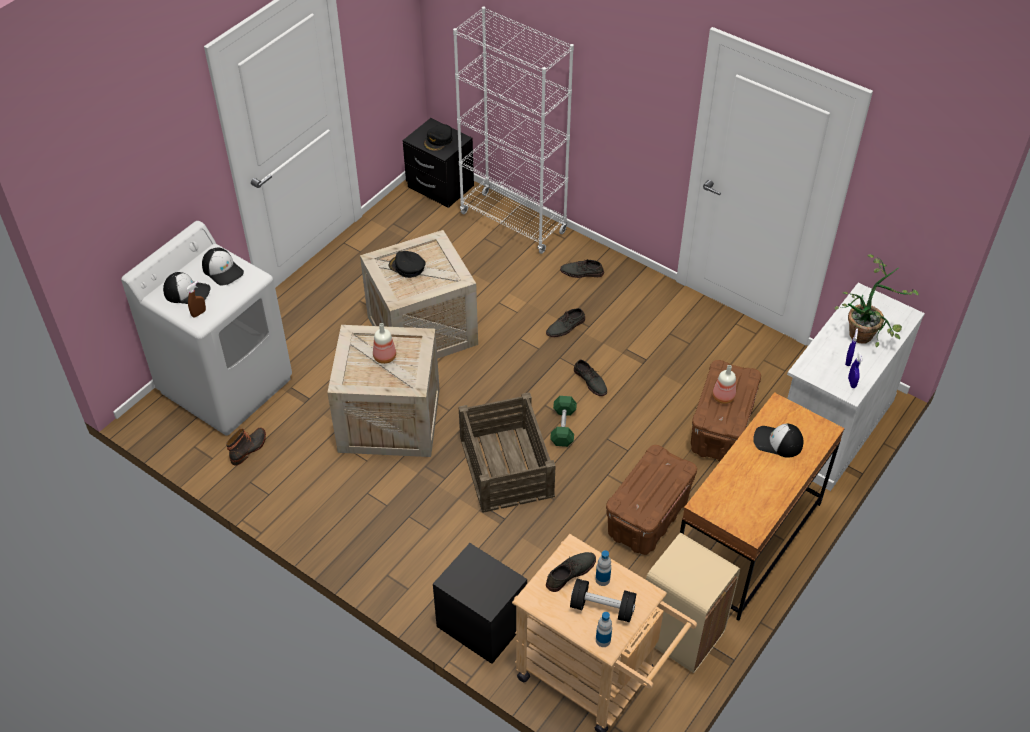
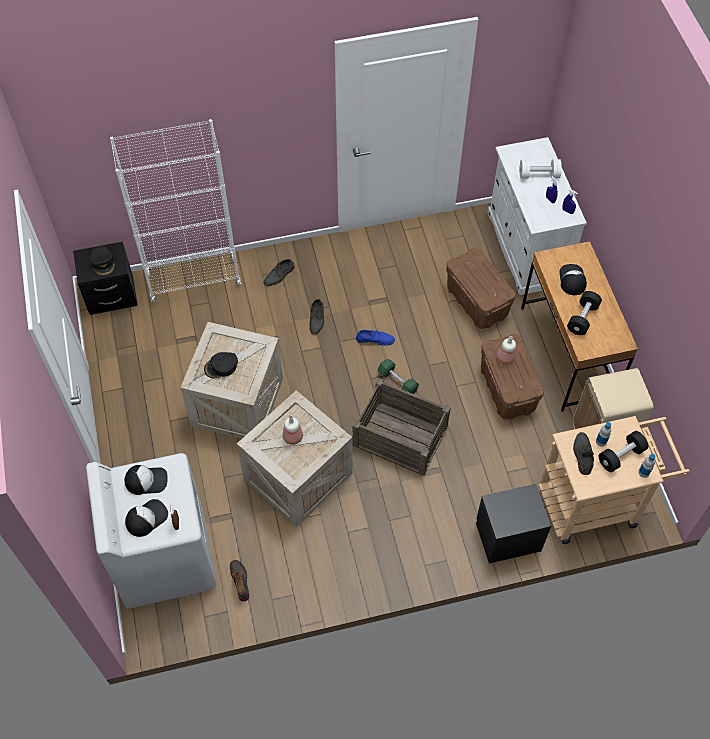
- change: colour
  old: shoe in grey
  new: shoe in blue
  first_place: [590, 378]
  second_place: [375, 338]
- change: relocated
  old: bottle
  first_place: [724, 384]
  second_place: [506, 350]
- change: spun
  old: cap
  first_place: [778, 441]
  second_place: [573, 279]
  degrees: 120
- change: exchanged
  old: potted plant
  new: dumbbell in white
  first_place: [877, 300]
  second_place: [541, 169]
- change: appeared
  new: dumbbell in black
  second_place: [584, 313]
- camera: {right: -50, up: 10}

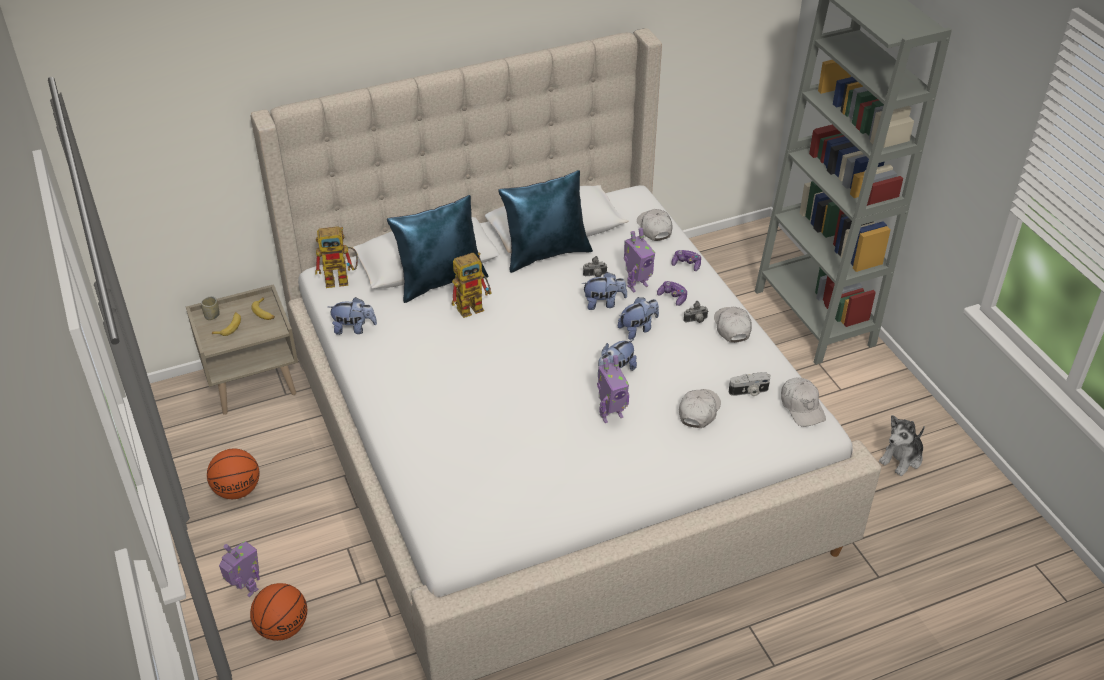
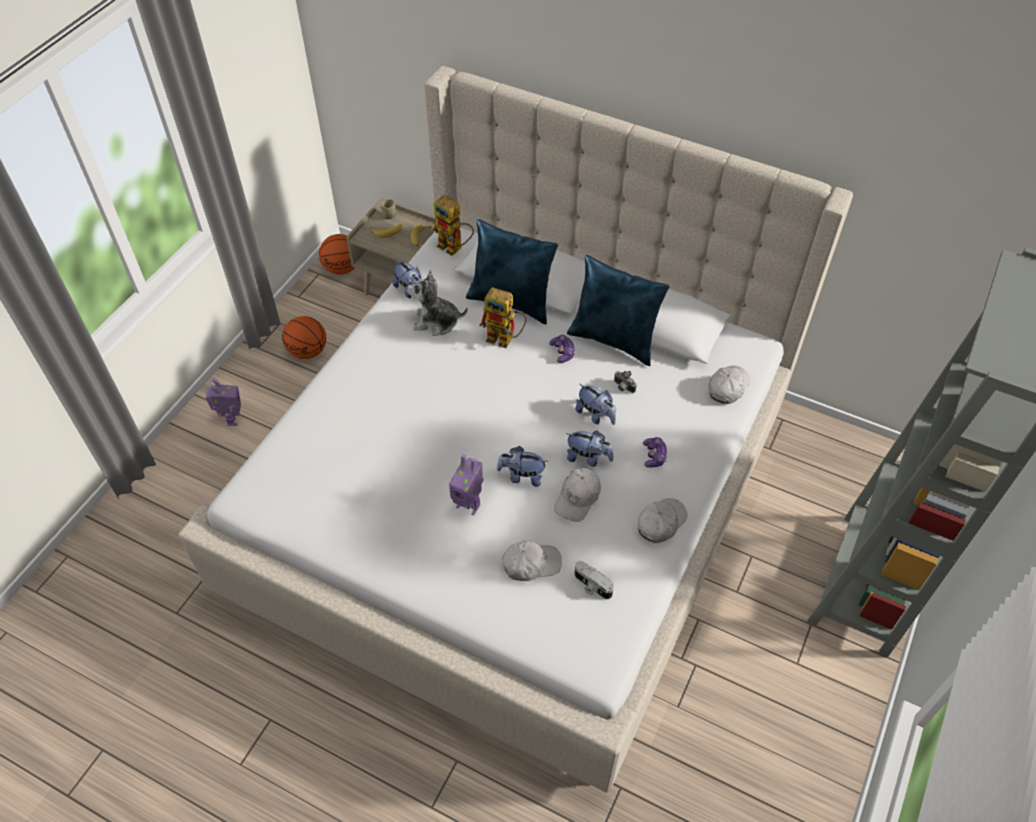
- change: relocated
  old: basketball
  first_place: [278, 612]
  second_place: [337, 254]
- change: missing
  old: toy robot
  first_place: [639, 260]
- change: relocated
  old: game controller
  first_place: [686, 260]
  second_place: [562, 349]
- change: missing
  old: photo camera
  first_place: [696, 312]
- change: relocated
  old: cap in white
  first_place: [803, 402]
  second_place: [577, 495]
- change: relocated
  old: plush toy
  first_place: [902, 445]
  second_place: [437, 303]
- camera: {right: 50, up: 10}

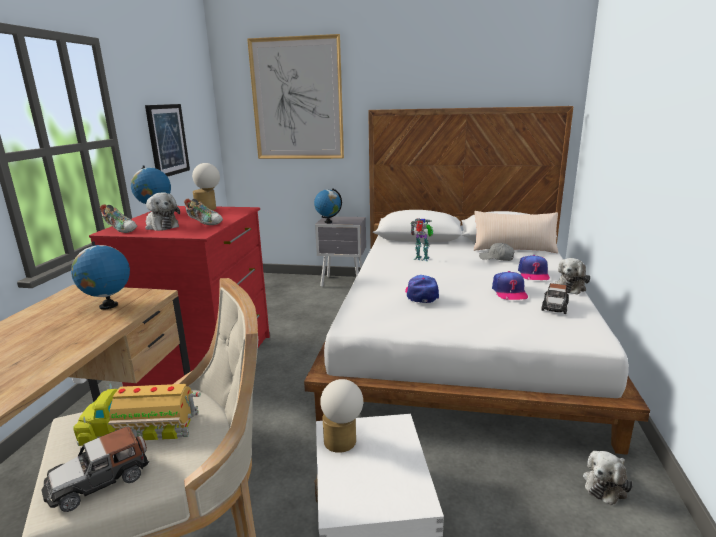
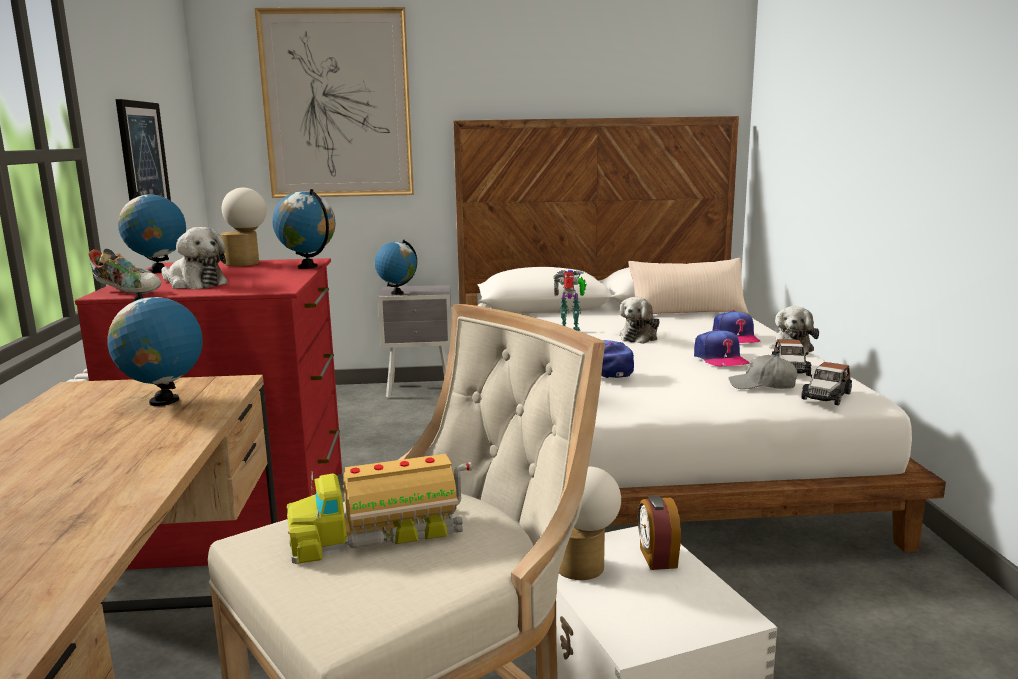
- change: relocated
  old: toy car
  first_place: [95, 469]
  second_place: [826, 384]
- change: missing
  old: shoe
  first_place: [203, 212]
- change: relocated
  old: cap in grey
  first_place: [497, 252]
  second_place: [762, 372]
- change: relocated
  old: plush toy
  first_place: [608, 478]
  second_place: [639, 320]
- change: appeared
  new: globe
  second_place: [304, 229]
- change: appeared
  new: alarm clock
  second_place: [659, 532]
- camera: {right: -15, up: -5}

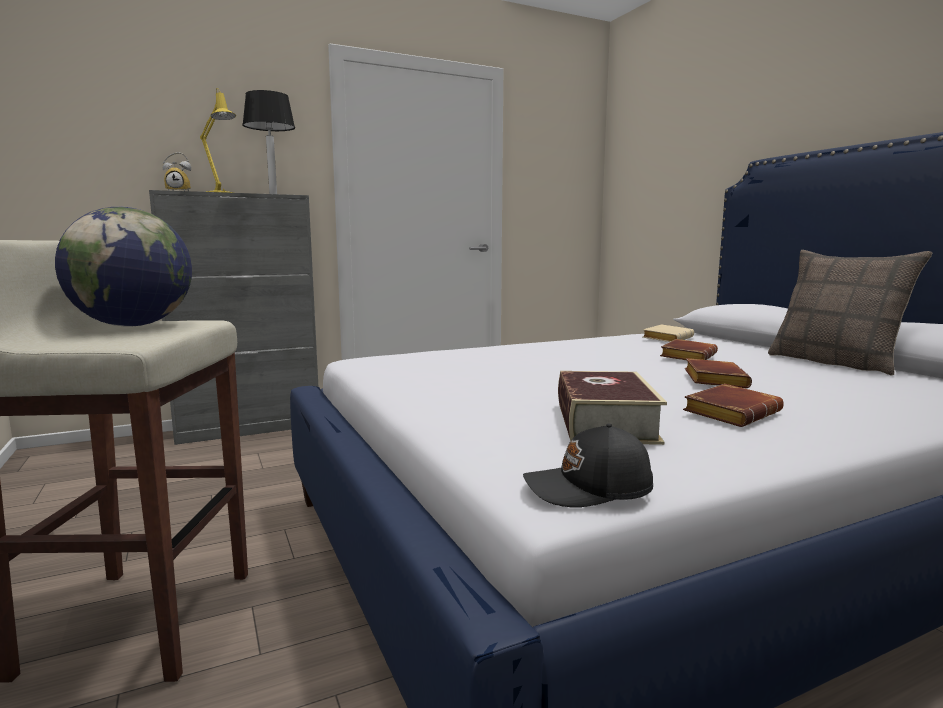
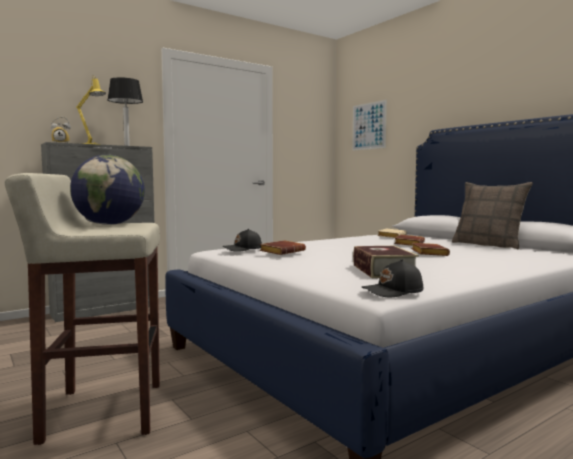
- change: relocated
  old: book in brown
  first_place: [733, 405]
  second_place: [283, 247]
- change: appeared
  new: cap in black
  second_place: [242, 240]
- change: appeared
  new: picture
  second_place: [369, 125]
- camera: {right: -10, up: -5}

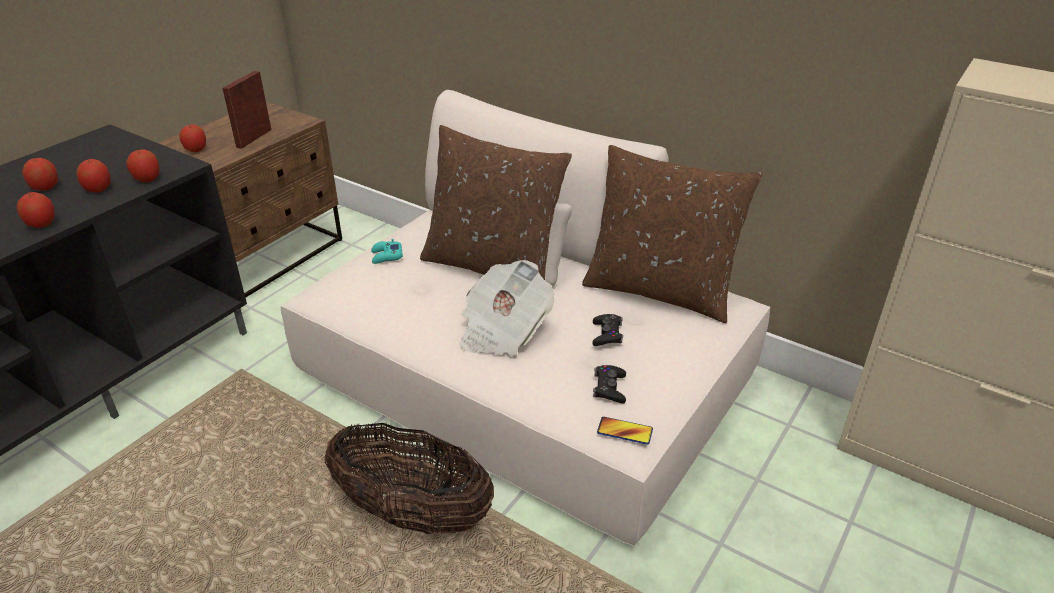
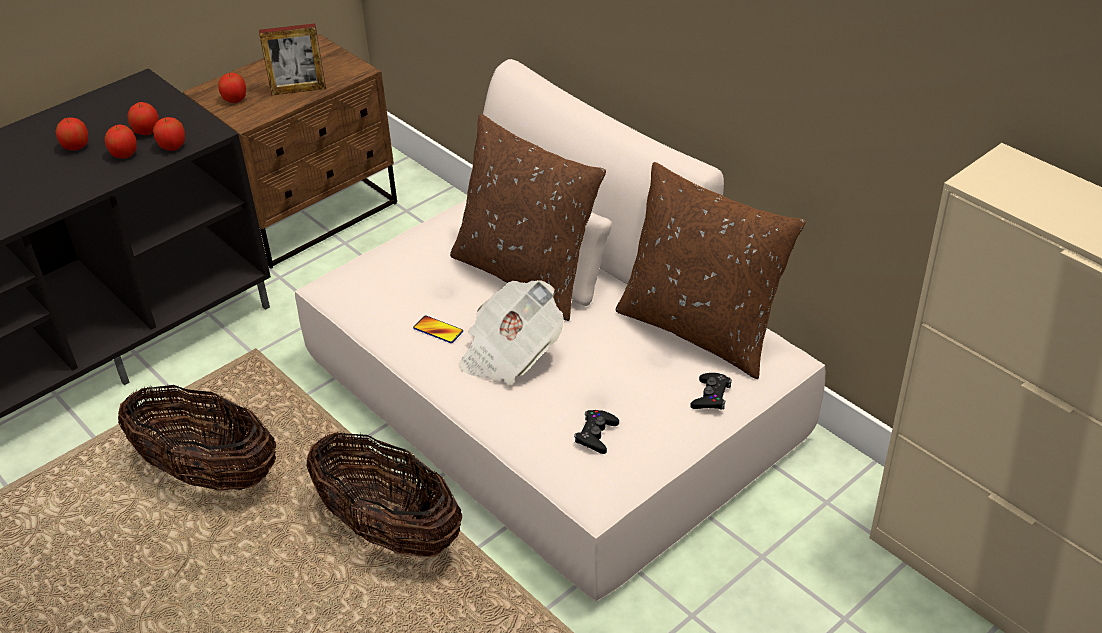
- change: relocated
  old: apple
  first_place: [36, 210]
  second_place: [143, 118]
- change: spun
  old: picture frame
  first_place: [247, 110]
  second_place: [292, 59]
  degrees: -135
- change: missing
  old: game controller in turquoise
  first_place: [387, 251]
- change: relocated
  old: game controller in black
  first_place: [607, 330]
  second_place: [711, 391]
- change: relocated
  old: phone
  first_place: [625, 430]
  second_place: [438, 329]
- change: appeared
  new: basket
  second_place: [197, 437]
- camera: {right: 15, up: 5}

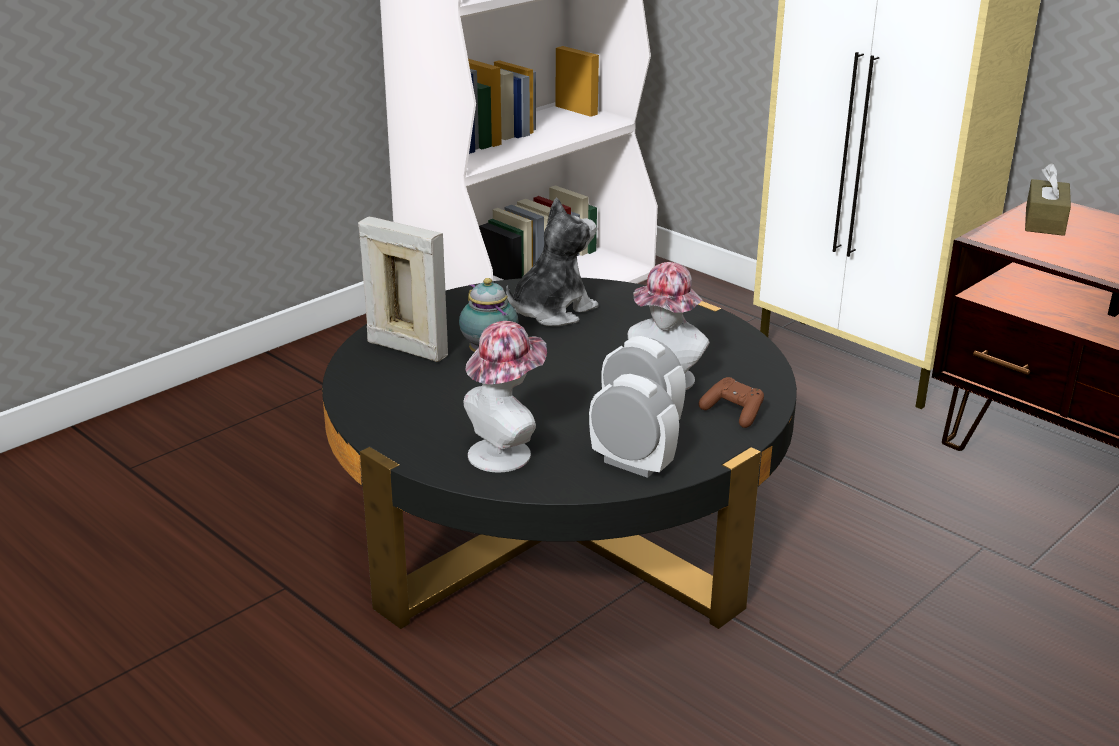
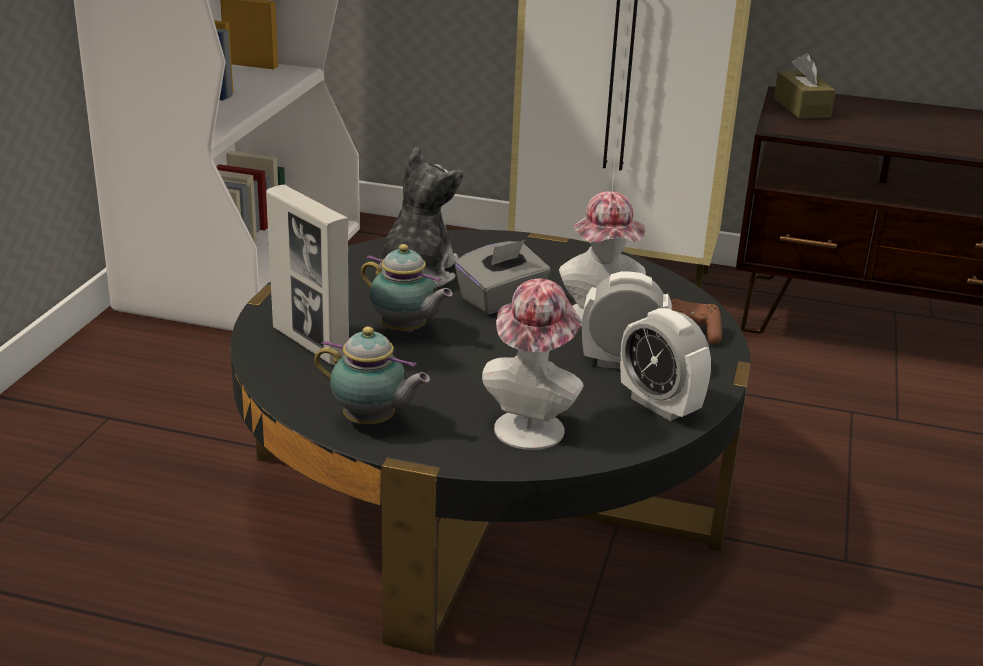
- change: spun
  old: picture frame
  first_place: [403, 289]
  second_place: [308, 275]
  degrees: -135
- change: spun
  old: alarm clock
  first_place: [634, 426]
  second_place: [665, 364]
  degrees: -135
- change: appeared
  new: teapot
  second_place: [372, 375]
- change: appeared
  new: tissue box in grey
  second_place: [502, 277]
- camera: {right: -30, up: 0}

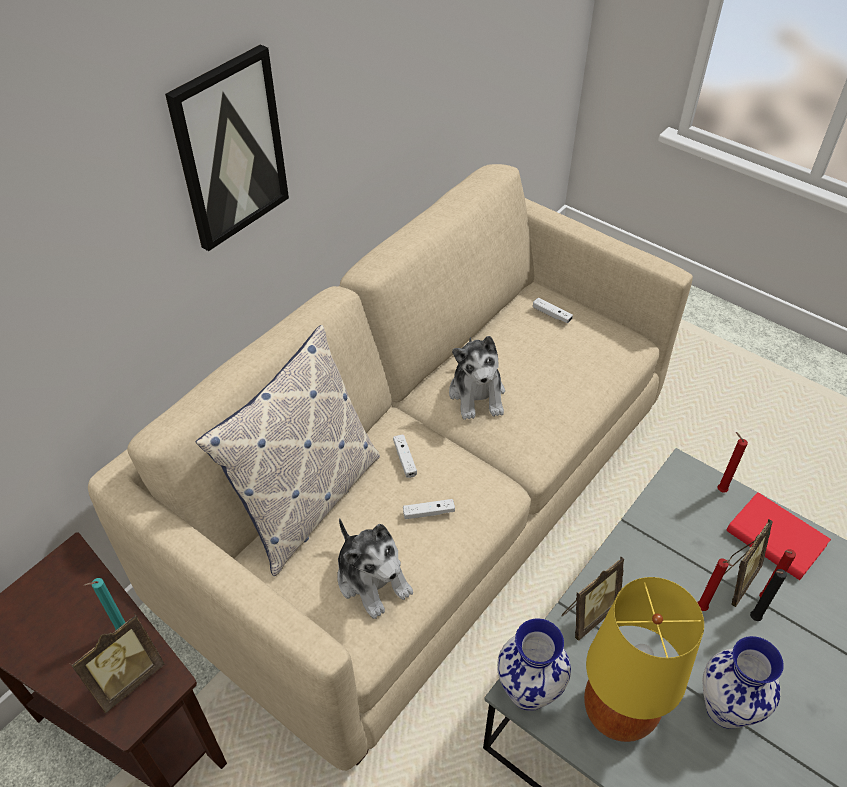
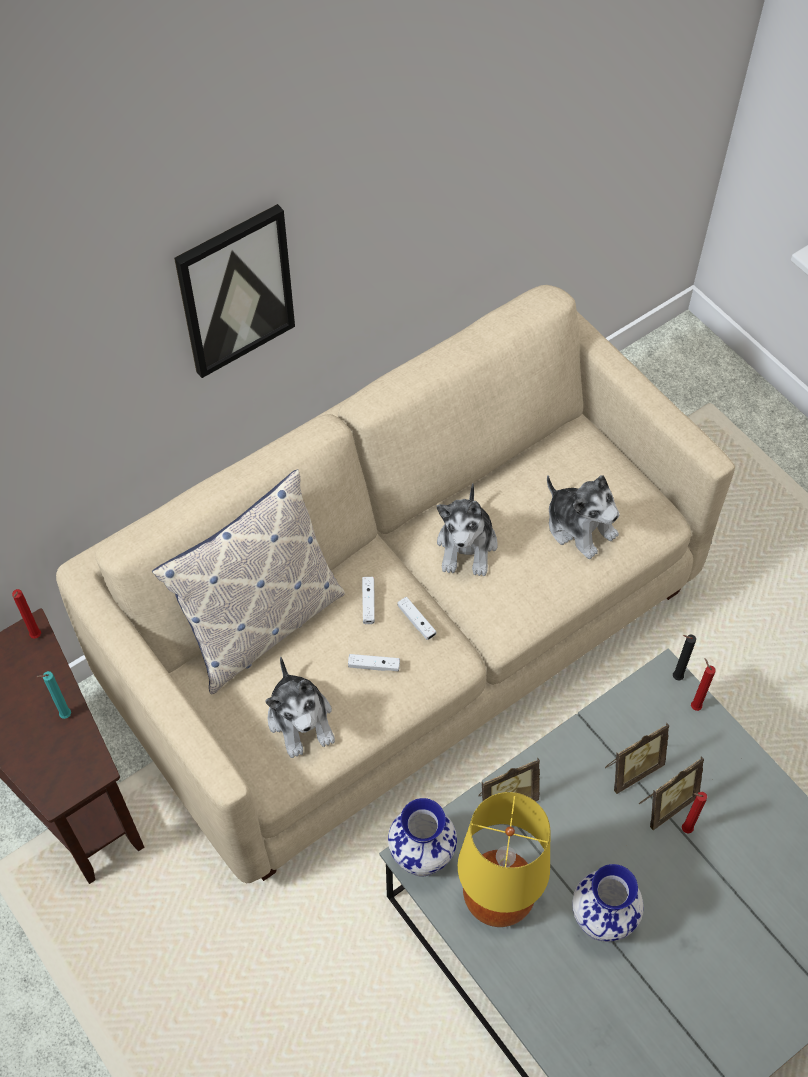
- change: relocated
  old: picture frame
  first_place: [117, 663]
  second_place: [637, 758]
- change: relocated
  old: game controller in white
  first_place: [553, 310]
  second_place: [417, 618]
- change: relocated
  old: candle in red
  first_place: [714, 585]
  second_place: [26, 614]
- change: missing
  old: book in red
  first_place: [778, 536]
- change: relocated
  old: candle in black
  first_place: [768, 595]
  second_place: [684, 657]
- change: appeared
  new: plush toy
  second_place: [583, 517]
- camera: {right: 15, up: 10}

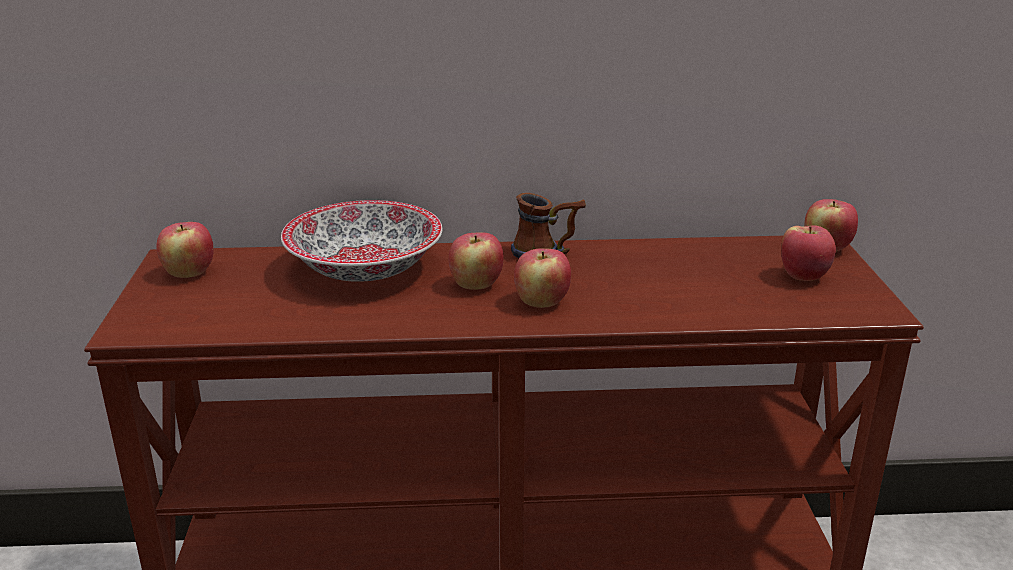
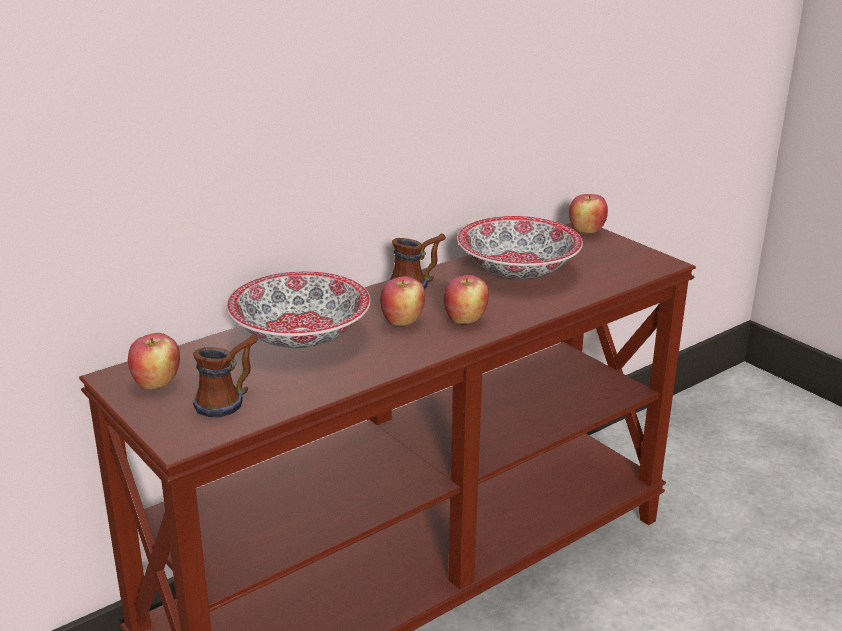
- change: missing
  old: apple
  first_place: [808, 253]
- change: appeared
  new: mug
  second_place: [225, 376]
- change: appeared
  new: bowl
  second_place: [520, 247]
- camera: {right: -35, up: 0}

